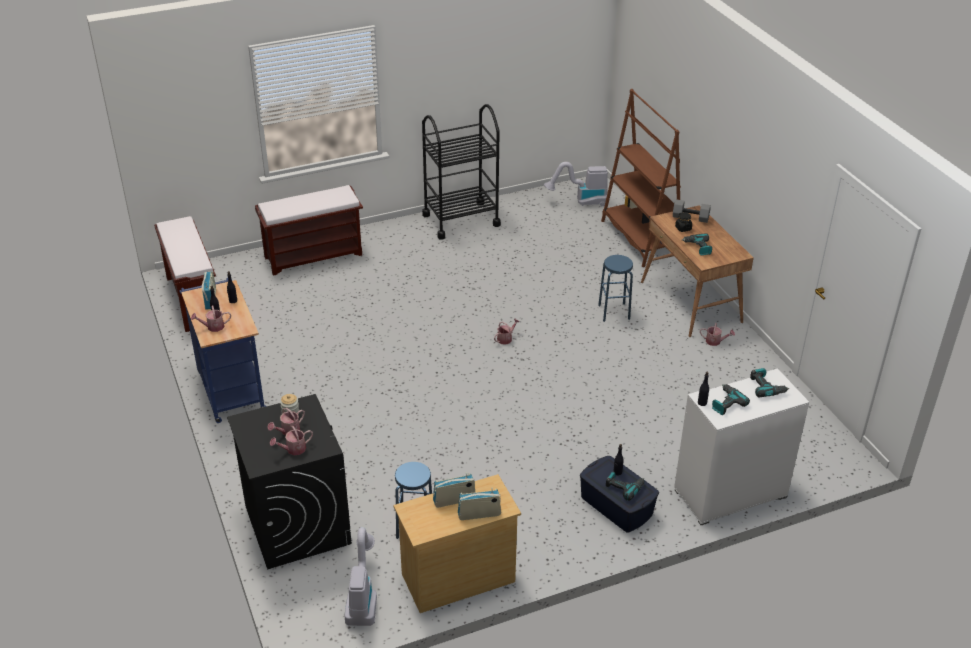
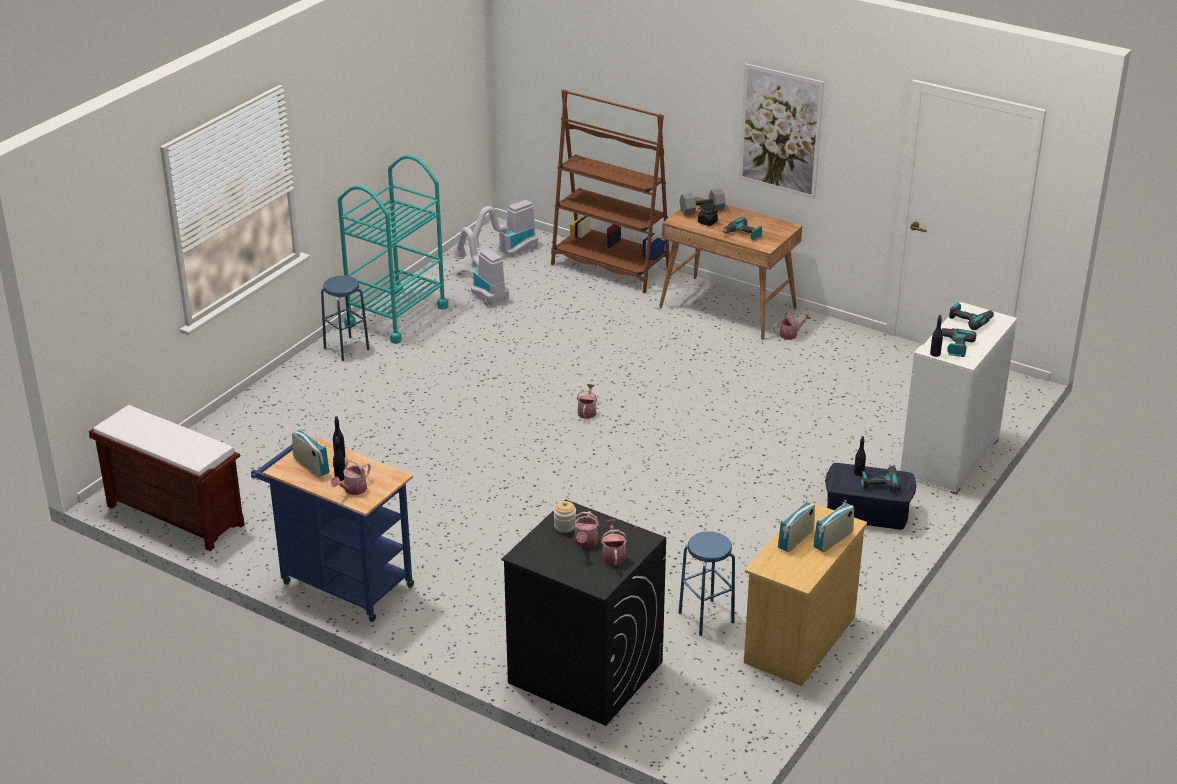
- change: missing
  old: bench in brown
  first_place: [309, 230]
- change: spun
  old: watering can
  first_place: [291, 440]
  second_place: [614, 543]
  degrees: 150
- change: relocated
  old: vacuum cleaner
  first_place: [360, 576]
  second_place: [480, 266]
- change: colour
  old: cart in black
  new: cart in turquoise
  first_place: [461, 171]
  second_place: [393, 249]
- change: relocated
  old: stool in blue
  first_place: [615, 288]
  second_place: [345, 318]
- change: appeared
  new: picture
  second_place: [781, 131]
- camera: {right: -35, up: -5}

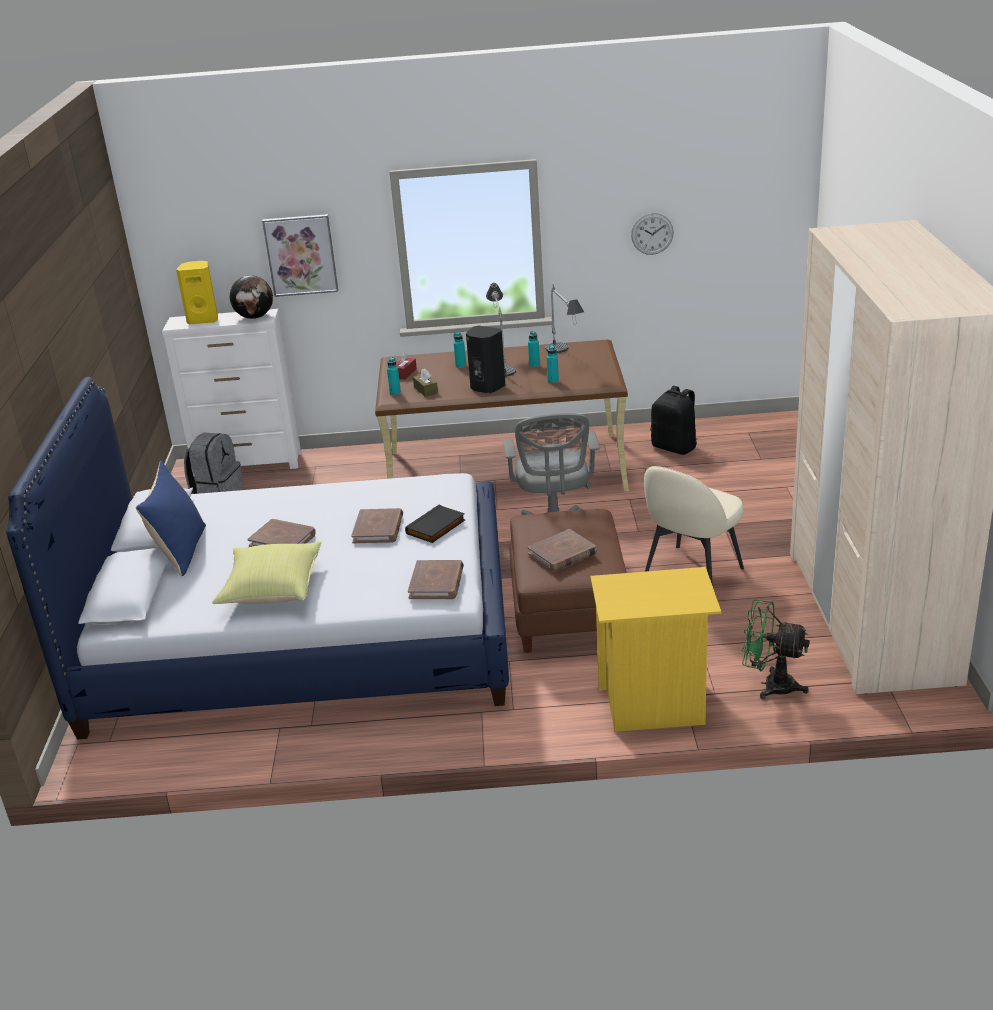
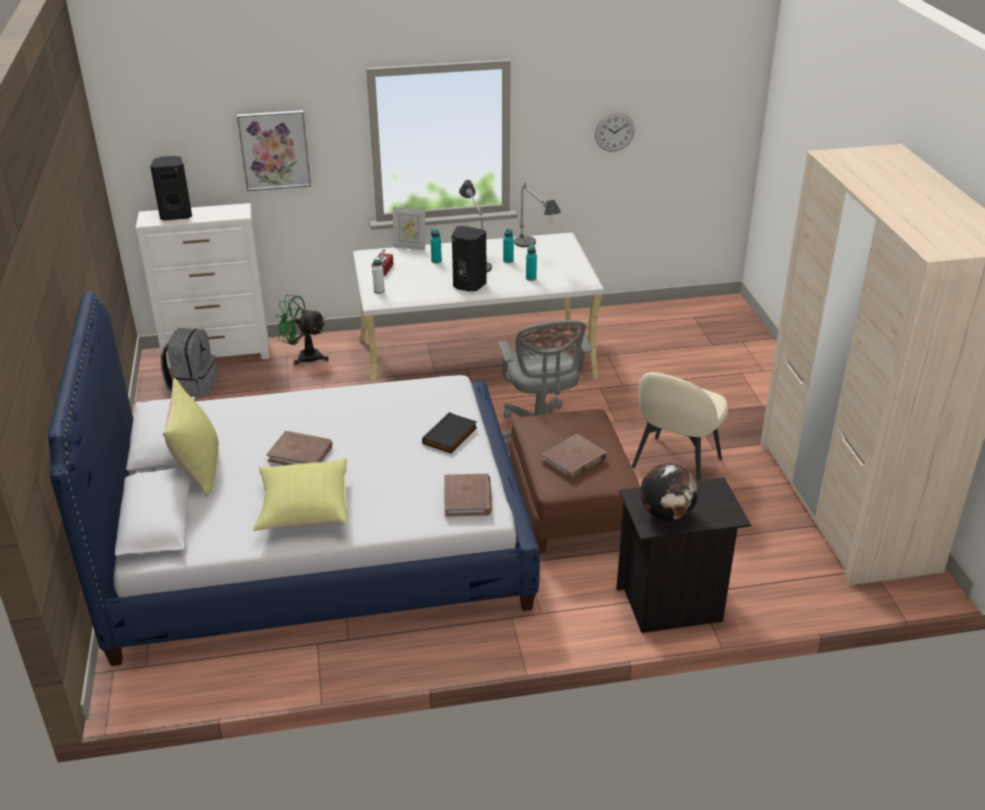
- change: colour
  old: pillow in blue
  new: pillow in yellow
  first_place: [171, 518]
  second_place: [191, 437]
- change: colour
  old: speaker in yellow
  new: speaker in black
  first_place: [197, 292]
  second_place: [171, 188]
- change: relocated
  old: globe
  first_place: [251, 297]
  second_place: [669, 492]
- change: missing
  old: book in brown
  first_place: [377, 525]
- change: colour
  old: desk in brown
  new: desk in white
  first_place: [502, 416]
  second_place: [478, 308]
- change: colour
  old: bottle in turquoise
  new: bottle in white
  first_place: [394, 376]
  second_place: [378, 275]
- change: missing
  old: tissue box in brown
  first_place: [425, 383]
- change: colour
  old: nightstand in yellow
  new: nightstand in black
  first_place: [655, 649]
  second_place: [684, 555]
- change: missing
  old: backpack in black
  first_place: [674, 420]
- change: relocated
  old: fan in green
  first_place: [776, 649]
  second_place: [302, 330]
- change: appeared
  new: picture frame
  second_place: [409, 228]
- camera: {right: -10, up: 5}

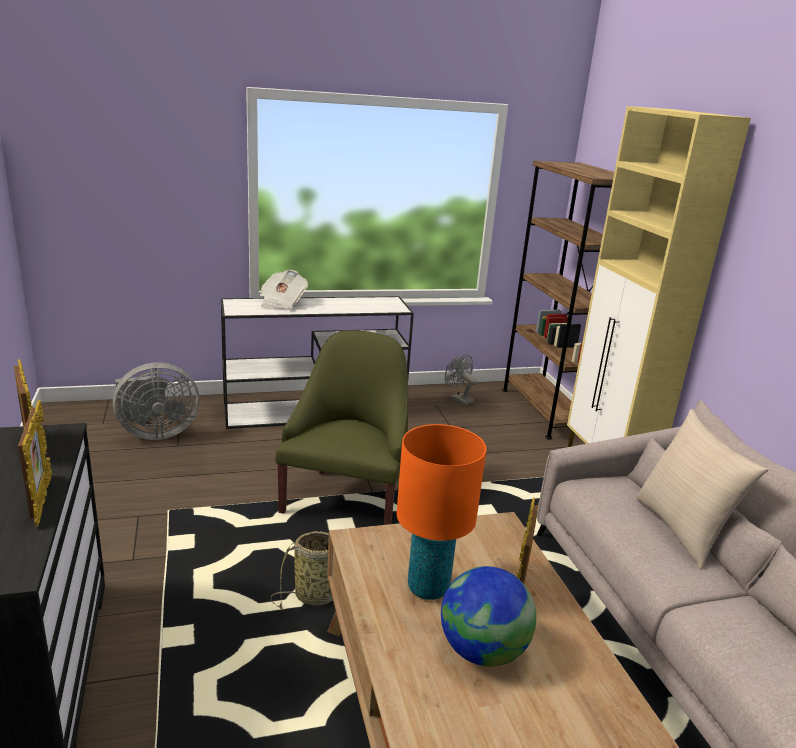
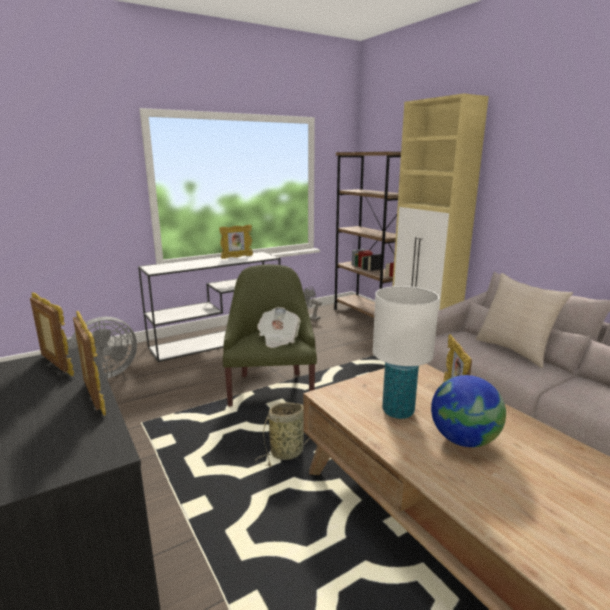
- change: relocated
  old: newspaper
  first_place: [284, 290]
  second_place: [279, 327]
- change: colour
  old: table lamp in orange
  new: table lamp in white
  first_place: [442, 512]
  second_place: [406, 352]
- change: appeared
  new: picture frame
  second_place: [236, 242]
- camera: {right: -15, up: -5}

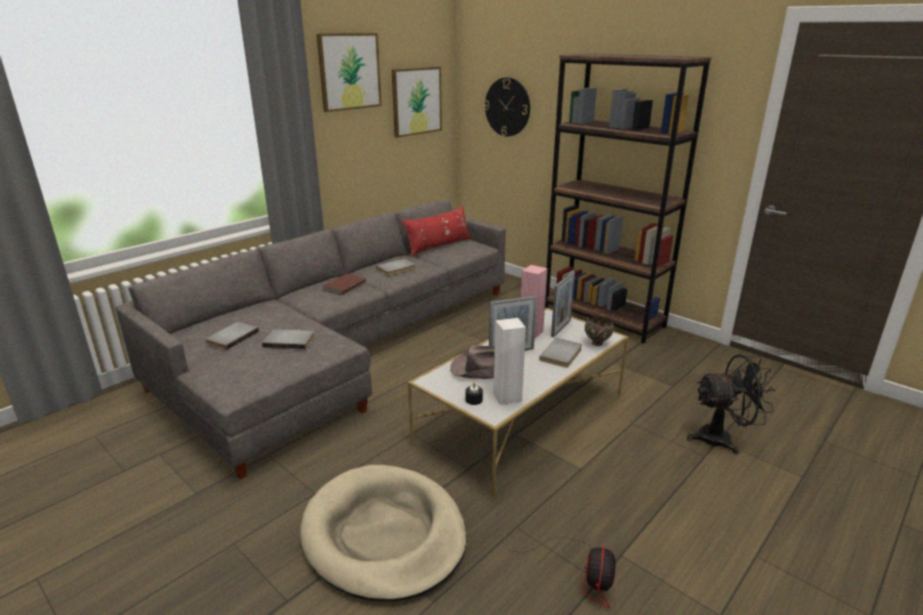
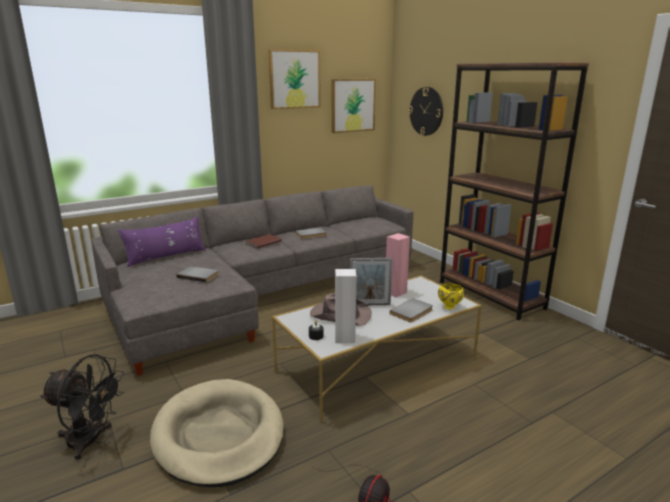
- change: missing
  old: book in grey
  first_place: [232, 336]
- change: missing
  old: pillow in red
  first_place: [436, 231]
- change: missing
  old: picture frame
  first_place: [563, 304]
- change: colour
  old: bowl in brown
  new: bowl in yellow
  first_place: [599, 331]
  second_place: [451, 296]
- change: relocated
  old: fan in black
  first_place: [731, 404]
  second_place: [82, 407]
- change: appeared
  new: pillow in purple
  second_place: [162, 242]
- camera: {right: 15, up: -5}

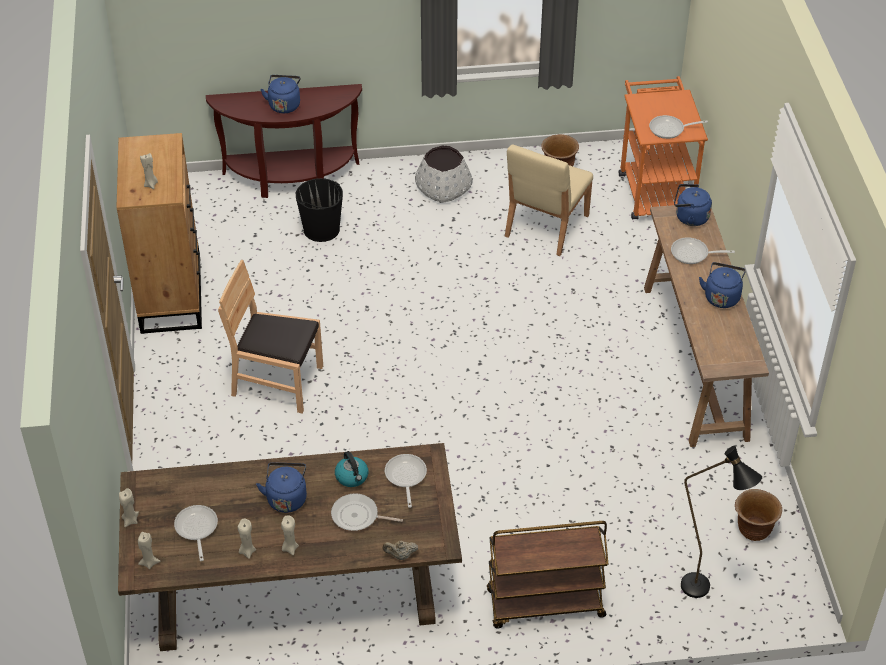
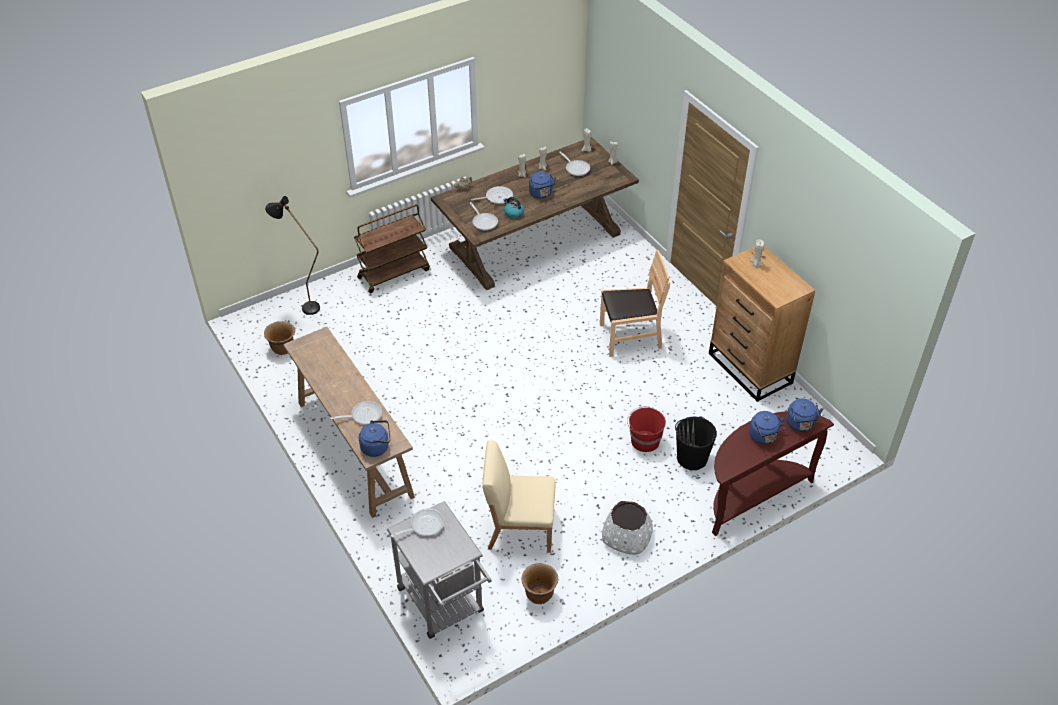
- change: spun
  old: chair in beige
  first_place: [549, 200]
  second_place: [519, 496]
  degrees: -90
- change: colour
  old: cart in orange
  new: cart in grey
  first_place: [663, 148]
  second_place: [439, 570]
- change: relocated
  old: kettle in blue
  first_place: [722, 285]
  second_place: [804, 415]
- change: appeared
  new: bucket in red
  second_place: [646, 429]
- camera: {right: 155, up: 0}

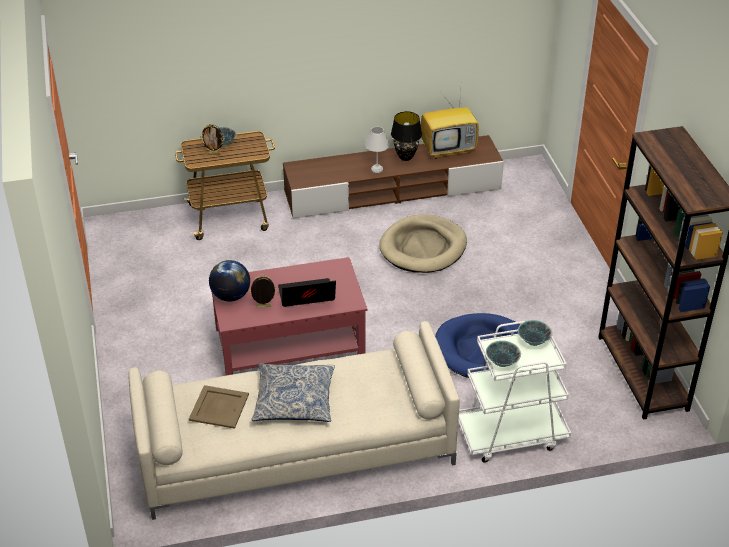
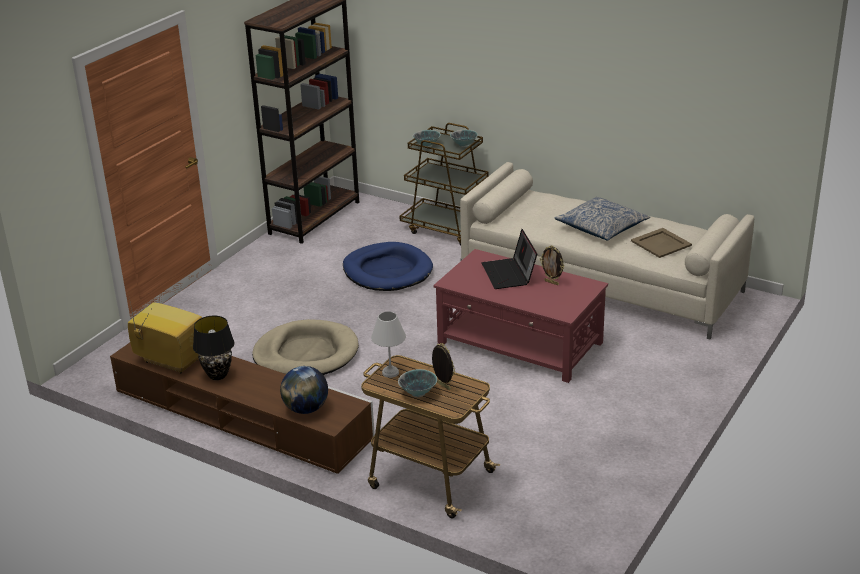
- change: relocated
  old: globe
  first_place: [229, 281]
  second_place: [304, 390]
- change: spun
  old: laptop
  first_place: [307, 292]
  second_place: [509, 259]
  degrees: 45
- change: relocated
  old: table lamp in white
  first_place: [377, 150]
  second_place: [388, 344]
- change: colour
  old: cart in white
  new: cart in brown
  first_place: [514, 391]
  second_place: [444, 184]
- camera: {right: -135, up: -10}

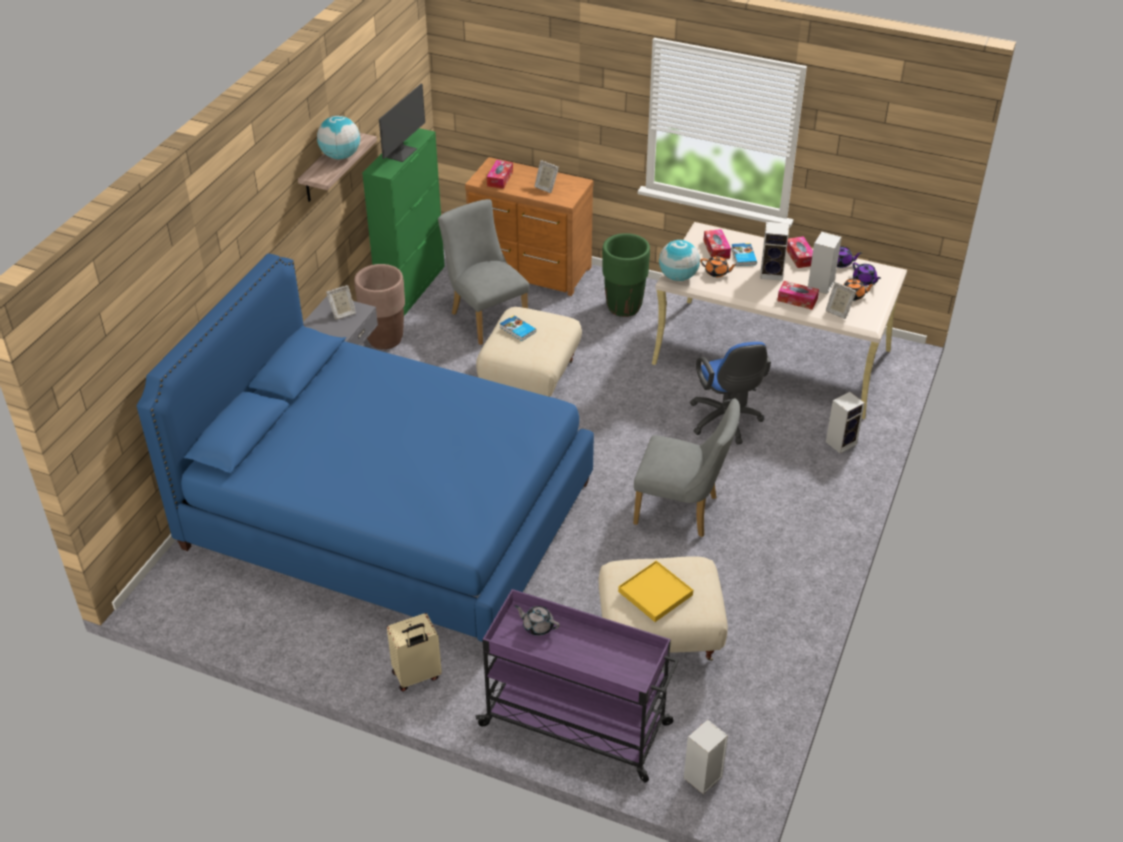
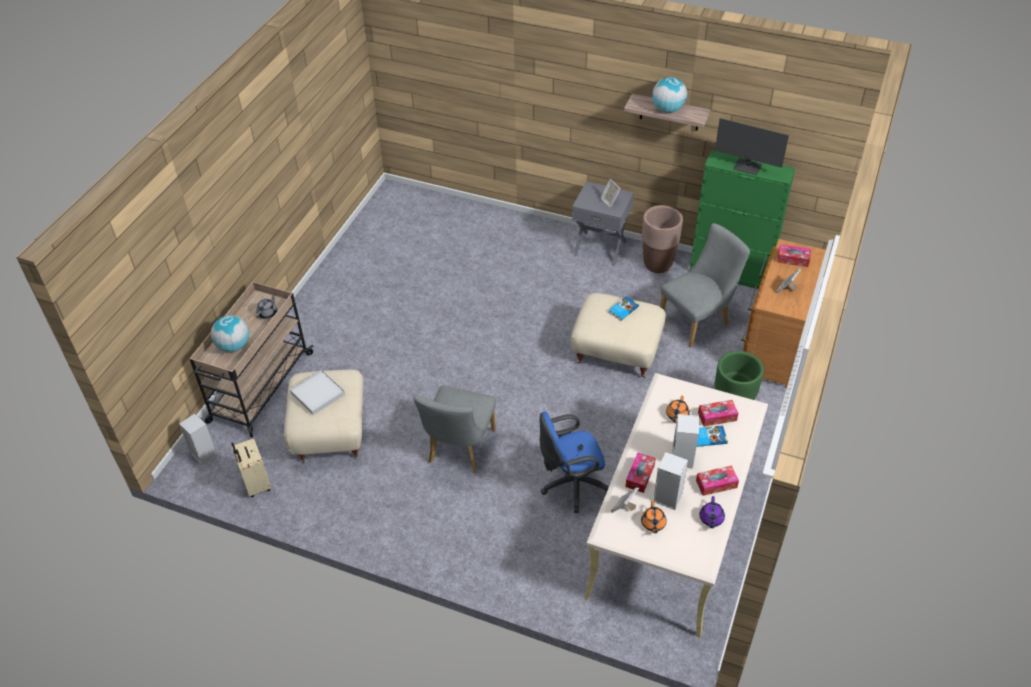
- change: missing
  old: bed in blue
  first_place: [365, 448]
- change: relocated
  old: suitcase in beige
  first_place: [414, 652]
  second_place: [251, 467]
- change: colour
  old: cart in purple
  new: cart in beige
  first_place: [577, 686]
  second_place: [251, 359]
- change: colour
  old: tray in yellow
  new: tray in white
  first_place: [655, 591]
  second_place: [317, 392]
- change: relocated
  old: globe
  first_place: [679, 260]
  second_place: [230, 333]
- change: missing
  old: speaker
  first_place: [845, 423]
- change: missing
  old: teapot in purple
  first_place: [866, 273]
- camera: {right: 90, up: 5}

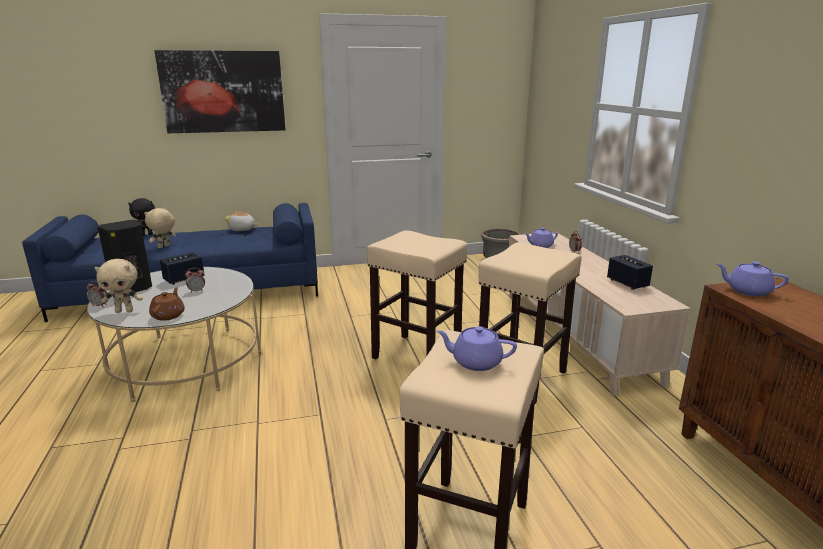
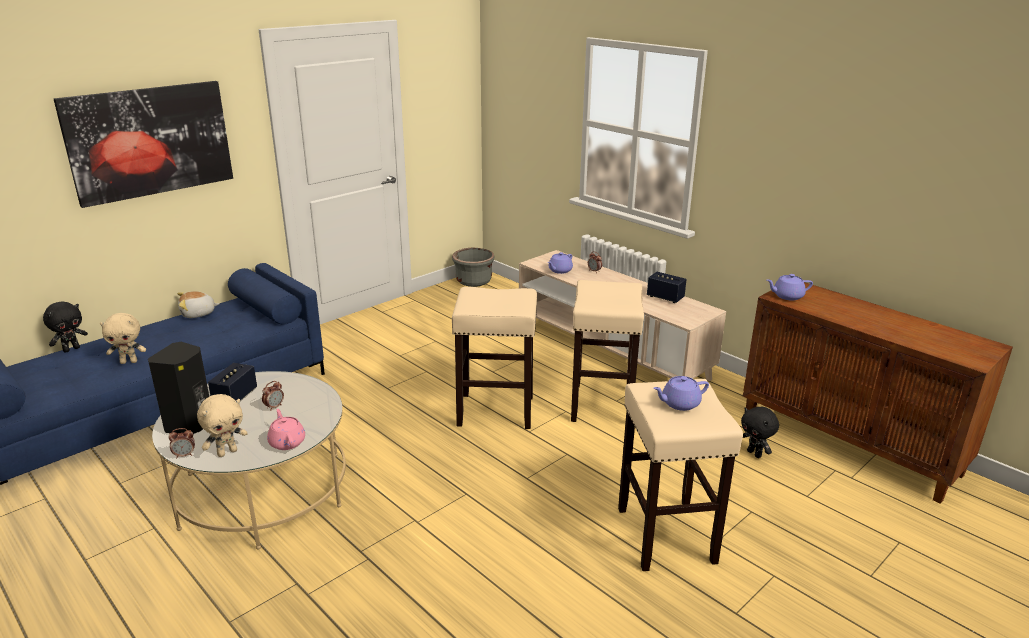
- change: spun
  old: plush toy in beige
  first_place: [160, 228]
  second_place: [123, 338]
  degrees: -105
- change: colour
  old: teapot in brown
  new: teapot in pink
  first_place: [167, 304]
  second_place: [286, 429]
- change: appeared
  new: plush toy in black
  second_place: [760, 432]
- camera: {right: -30, up: 5}

